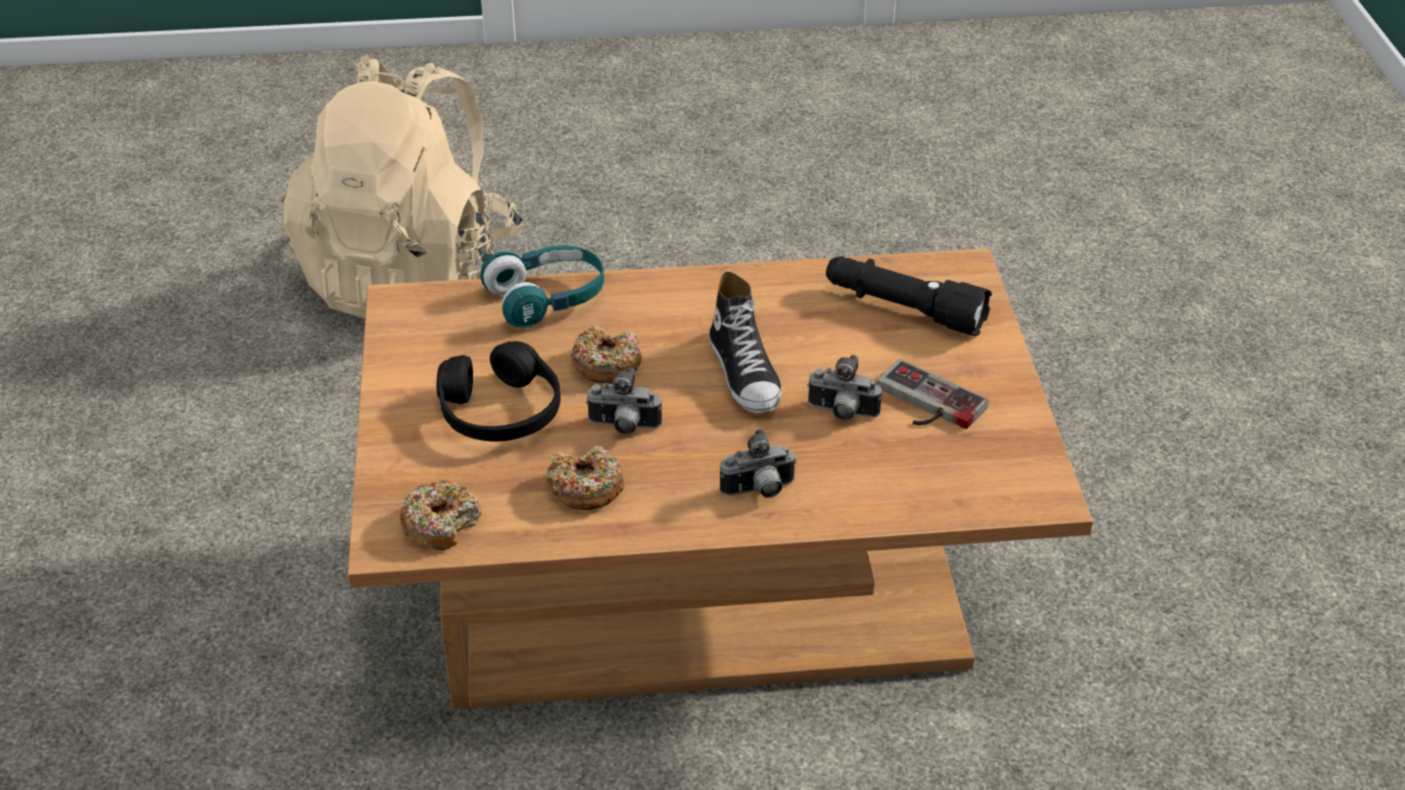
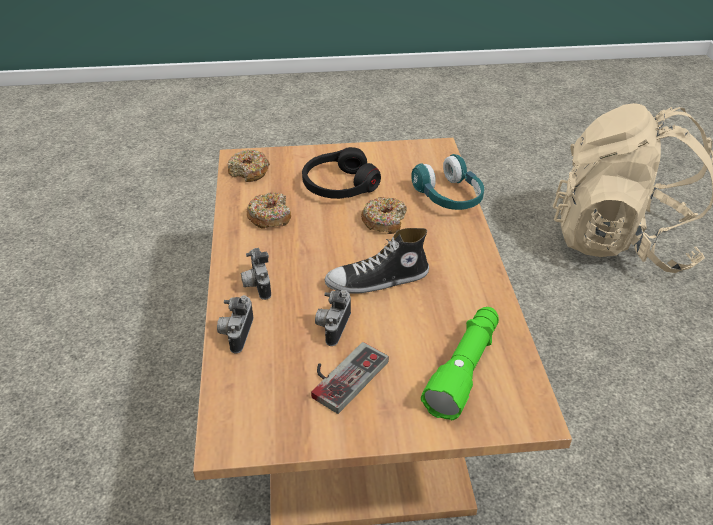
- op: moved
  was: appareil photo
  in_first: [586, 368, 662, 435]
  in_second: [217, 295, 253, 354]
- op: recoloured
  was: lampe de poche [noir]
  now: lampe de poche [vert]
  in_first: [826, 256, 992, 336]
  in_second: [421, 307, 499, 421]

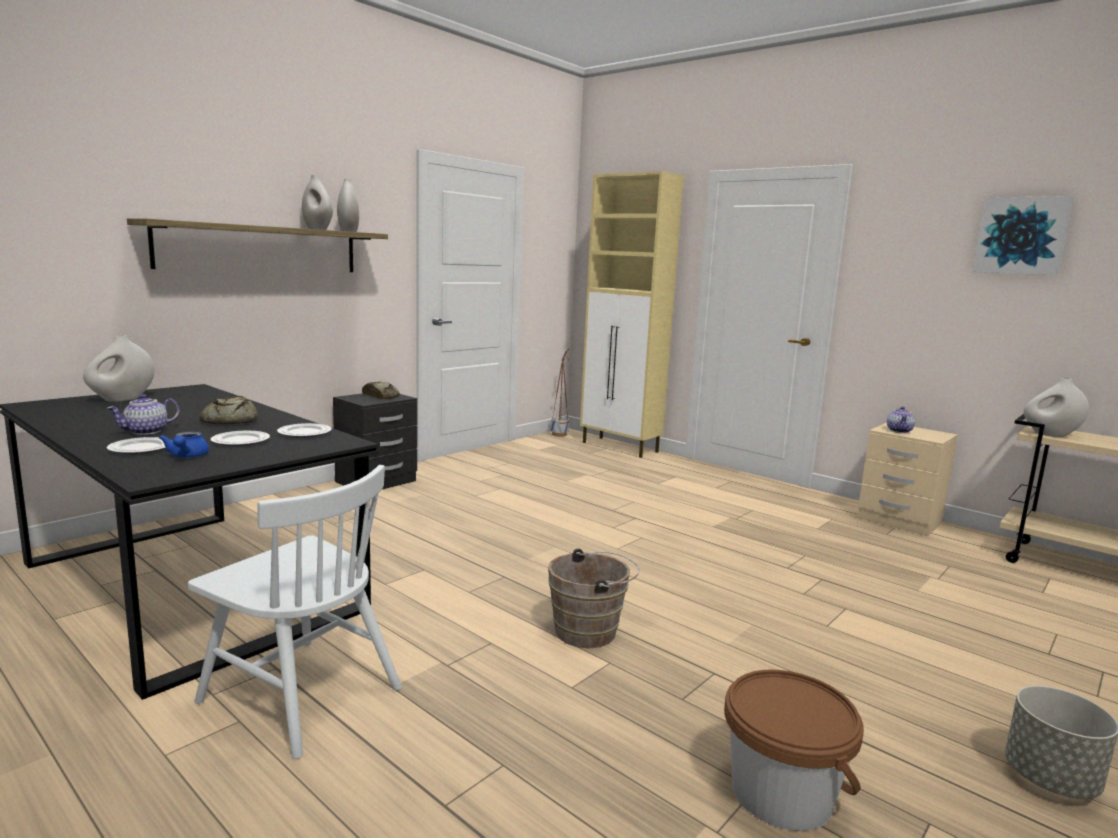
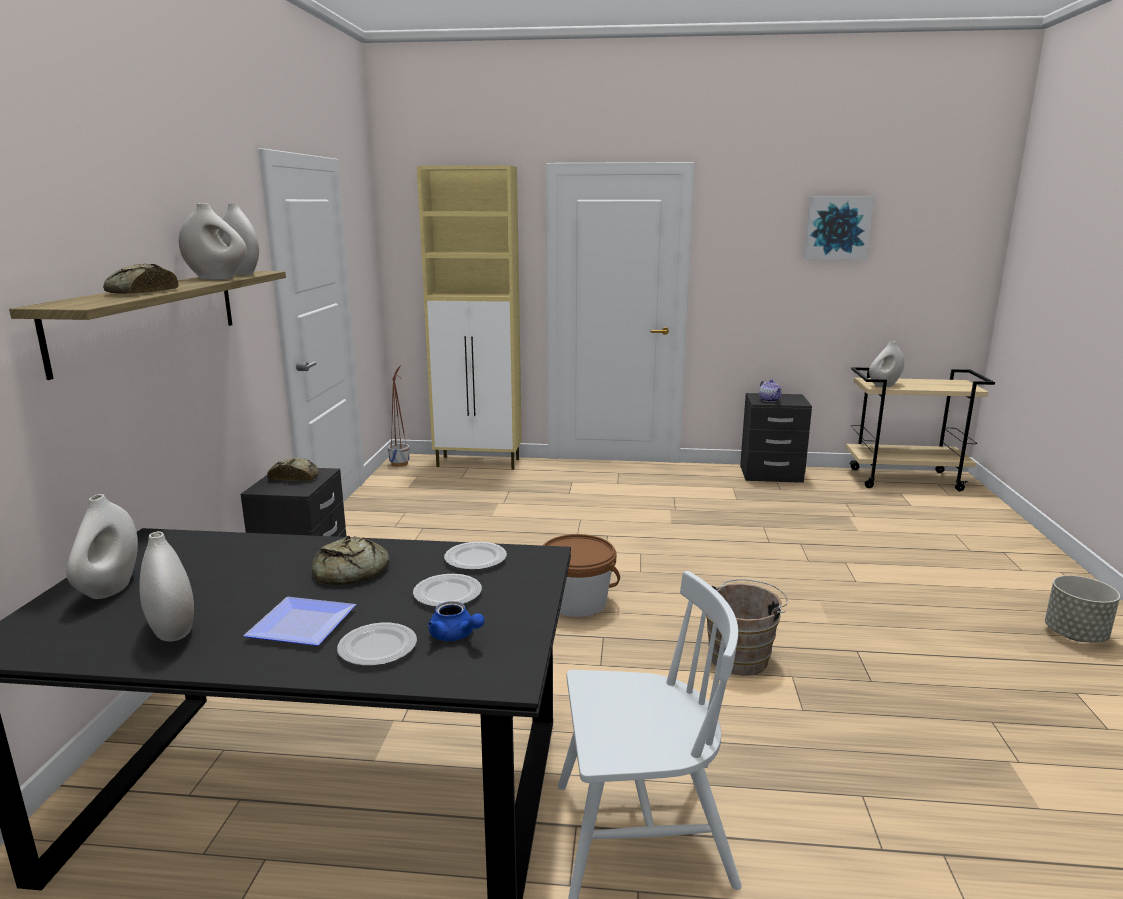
- op: added
  now: pain
  in_second: [103, 264, 178, 294]
- op: added
  now: vase [blanc]
  in_second: [139, 531, 194, 641]
- op: replaced
  was: théière
  now: assiette
  in_first: [107, 394, 180, 435]
  in_second: [243, 597, 356, 646]
- op: moved
  was: seau [marron]
  in_first: [724, 669, 864, 831]
  in_second: [543, 534, 620, 617]
- op: recoloured
  was: table de chevet [beige]
  now: table de chevet [noir]
  in_first: [857, 423, 958, 536]
  in_second: [740, 393, 812, 483]

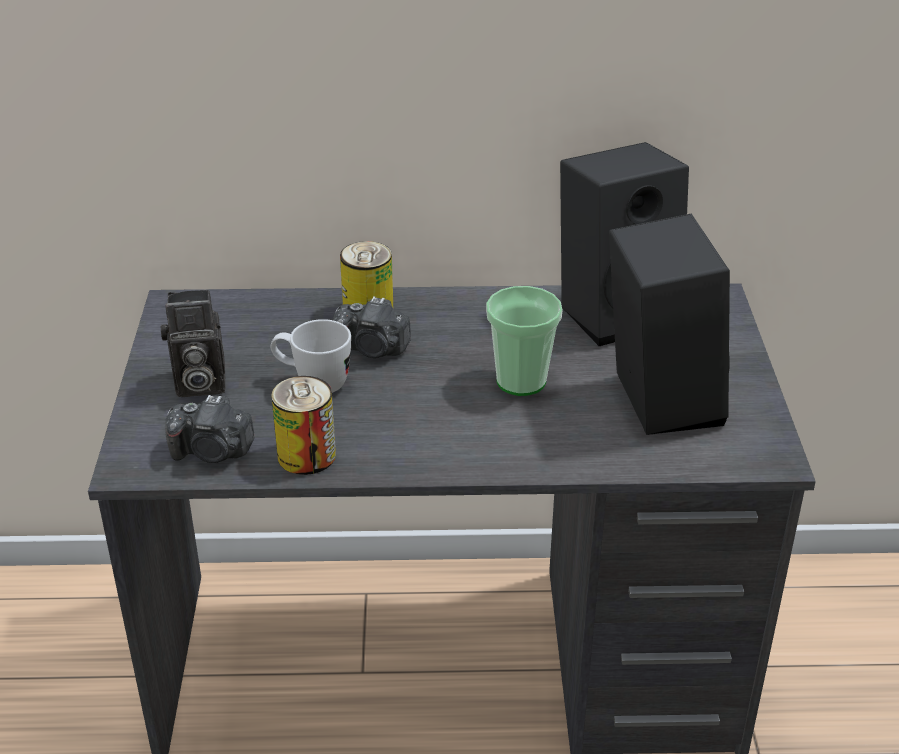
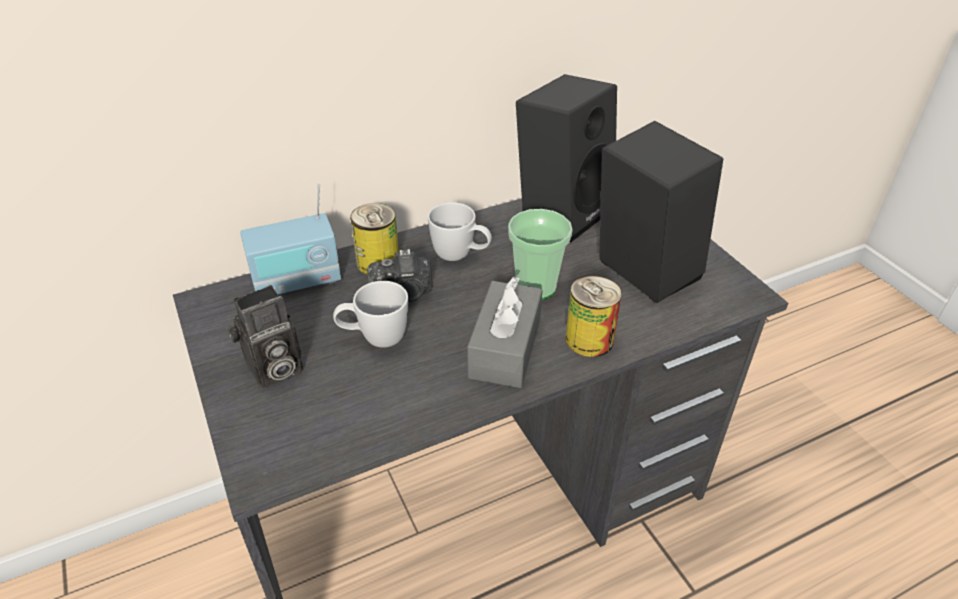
- op: added
  now: radio
  in_second: [240, 183, 341, 294]
- op: added
  now: mug [blanc]
  in_second: [428, 202, 492, 261]
- op: added
  now: boîte à mouchoirs [gris]
  in_second: [467, 277, 543, 388]
- op: moved
  was: boîte métallique
  in_first: [271, 376, 336, 475]
  in_second: [565, 275, 622, 357]
- op: removed
  was: appareil photo
  in_first: [165, 395, 255, 463]

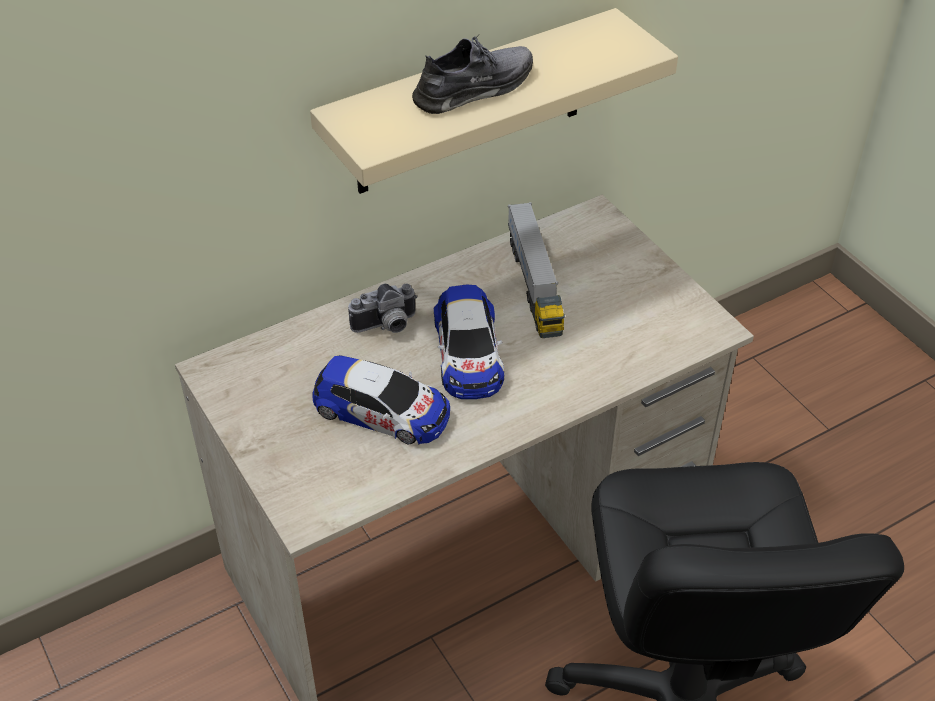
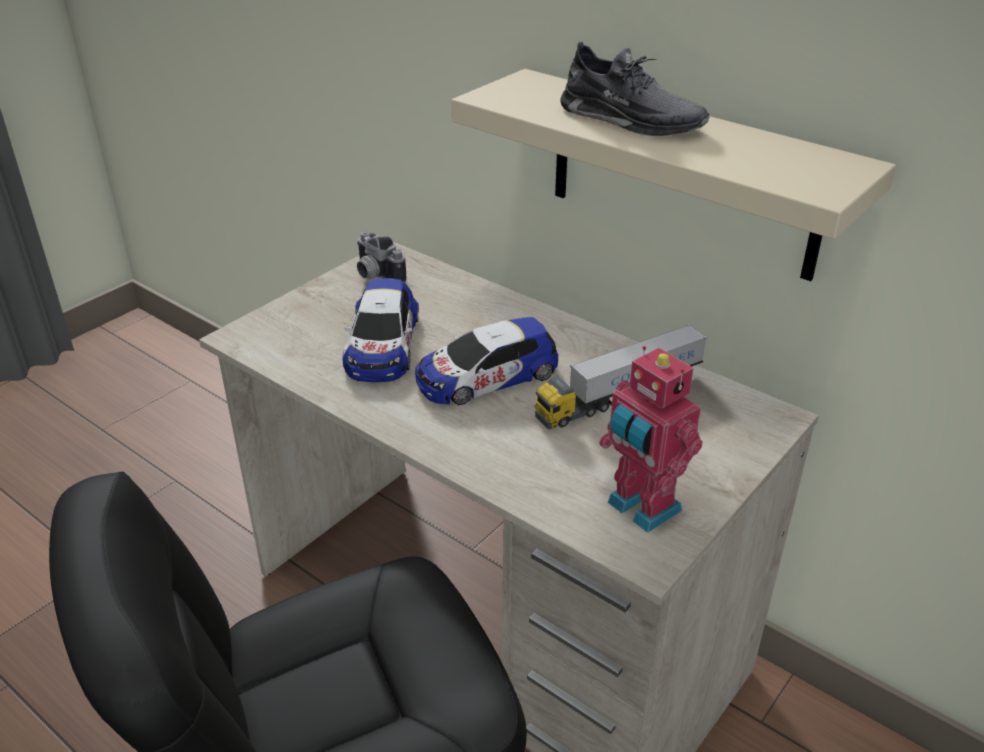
- op: moved
  was: appareil photo
  in_first: [348, 283, 418, 333]
  in_second: [357, 232, 407, 283]
- op: added
  now: robot jouet
  in_second: [599, 346, 703, 533]

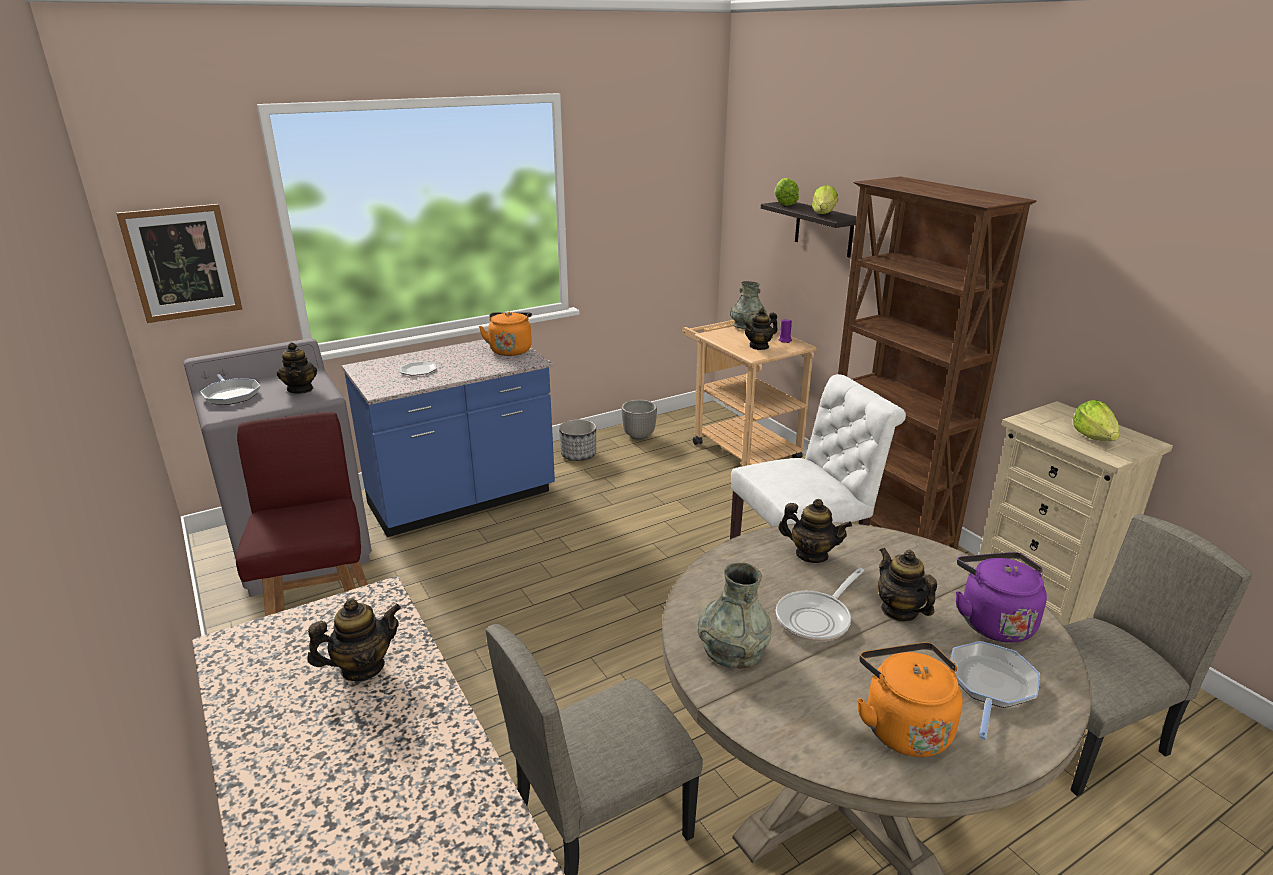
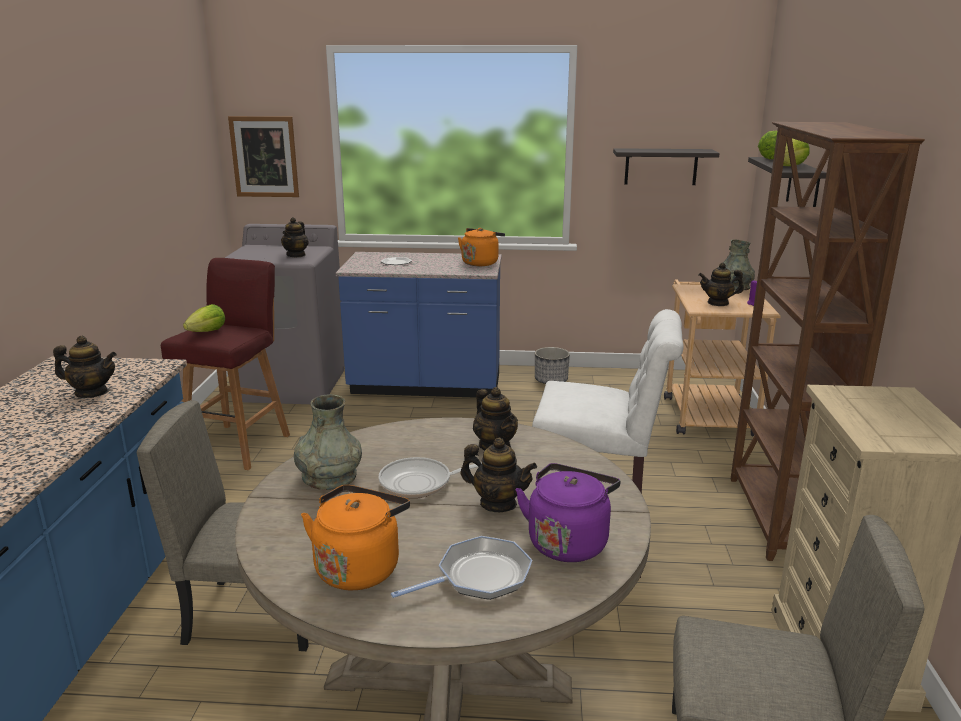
- op: moved
  was: laitue
  in_first: [1073, 400, 1120, 441]
  in_second: [183, 304, 225, 332]
- op: turned
  was: théière
  in_first: [878, 548, 937, 622]
  in_second: [460, 438, 537, 512]
  clockwise: 105
- op: added
  now: étagère
  in_second: [613, 148, 720, 185]
- op: removed
  was: poêle
  in_first: [200, 374, 260, 405]
- op: removed
  was: cache-pot
  in_first: [621, 400, 657, 440]

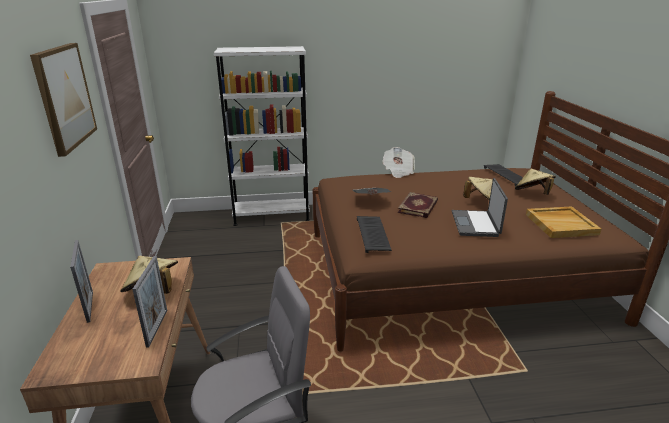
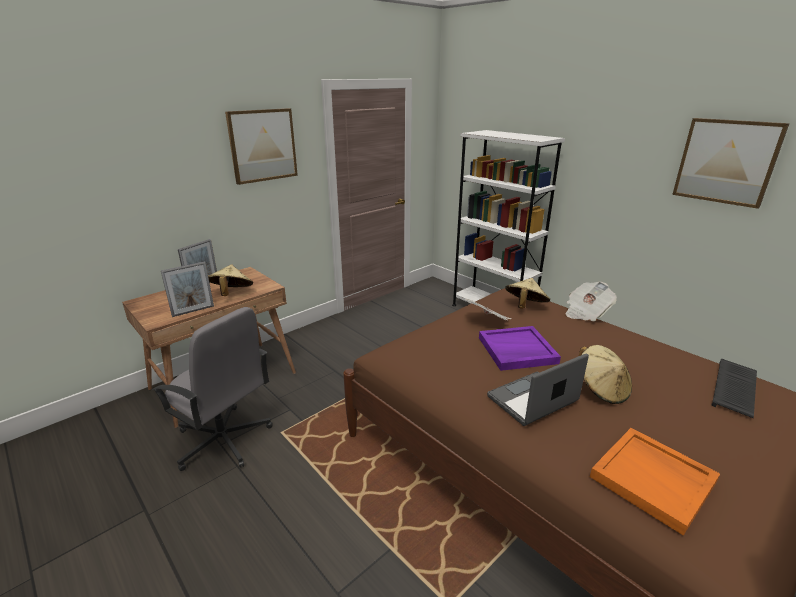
- op: replaced
  was: livre
  now: plateau [violet]
  in_first: [398, 192, 438, 218]
  in_second: [479, 326, 561, 371]
- op: moved
  was: chapeau [beige]
  in_first: [515, 168, 556, 195]
  in_second: [505, 278, 550, 309]
- op: recoloured
  was: plateau [beige]
  now: plateau [orange]
  in_first: [526, 206, 601, 238]
  in_second: [590, 428, 720, 536]
- op: added
  now: tableau
  in_second: [672, 118, 790, 209]
- op: removed
  was: clavier
  in_first: [357, 216, 392, 253]

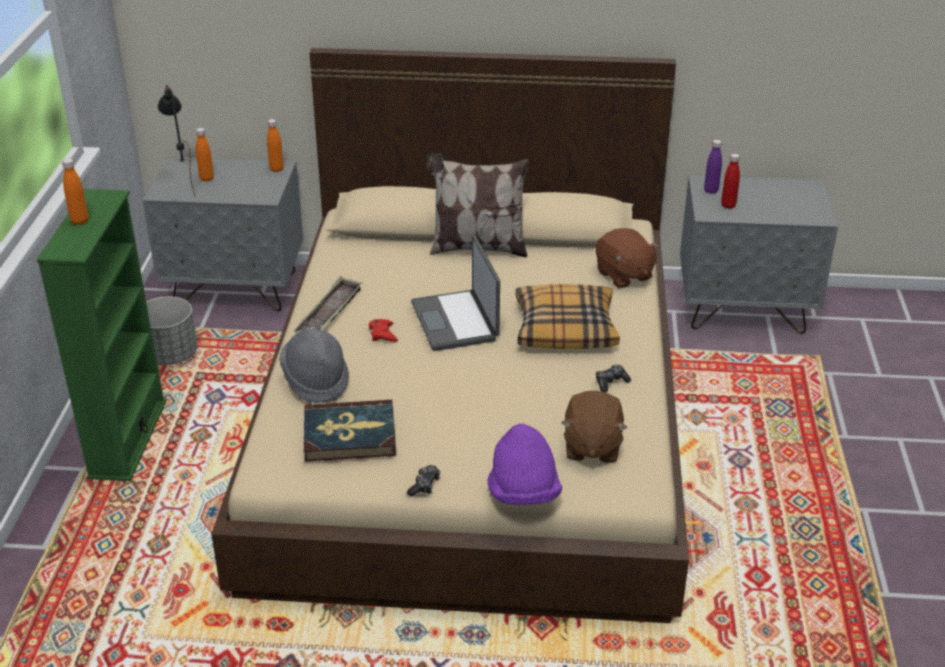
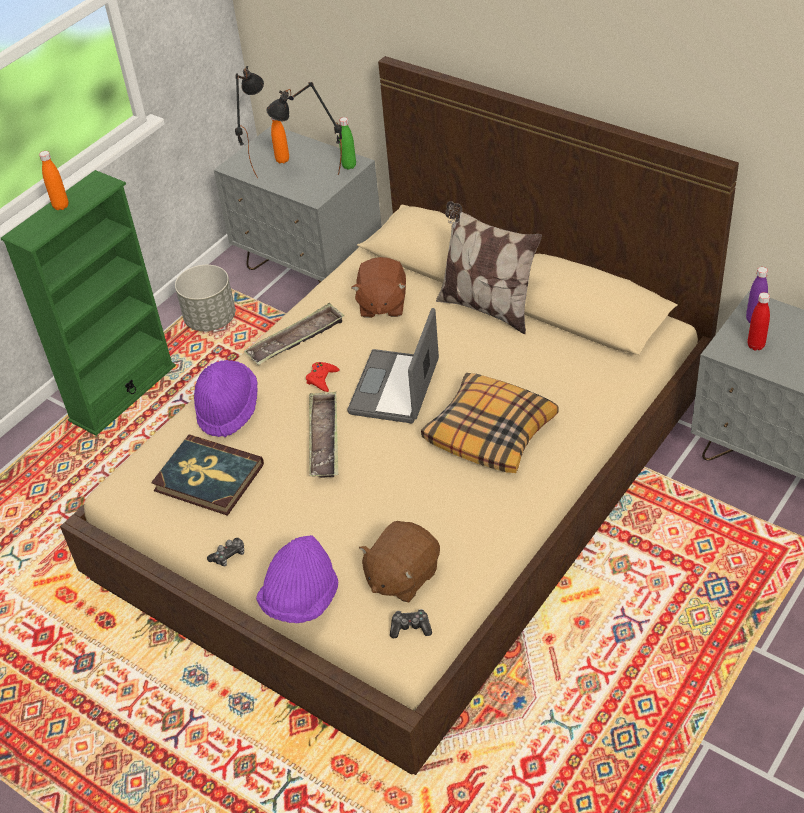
- op: recoloured
  was: chapeau [gris]
  now: chapeau [violet]
  in_first: [279, 329, 349, 403]
  in_second: [194, 360, 258, 437]
- op: added
  now: lampe de table [noir]
  in_second: [266, 82, 342, 173]
- op: added
  now: plateau
  in_second: [309, 392, 338, 478]
- op: recoloured
  was: bouteille [orange]
  now: bouteille [vert]
  in_first: [267, 119, 284, 172]
  in_second: [339, 117, 356, 170]
- op: moved
  was: peluche [marron]
  in_first: [595, 228, 659, 288]
  in_second: [351, 257, 406, 318]
- op: moved
  was: manette
  in_first: [596, 365, 631, 392]
  in_second: [390, 609, 432, 638]

